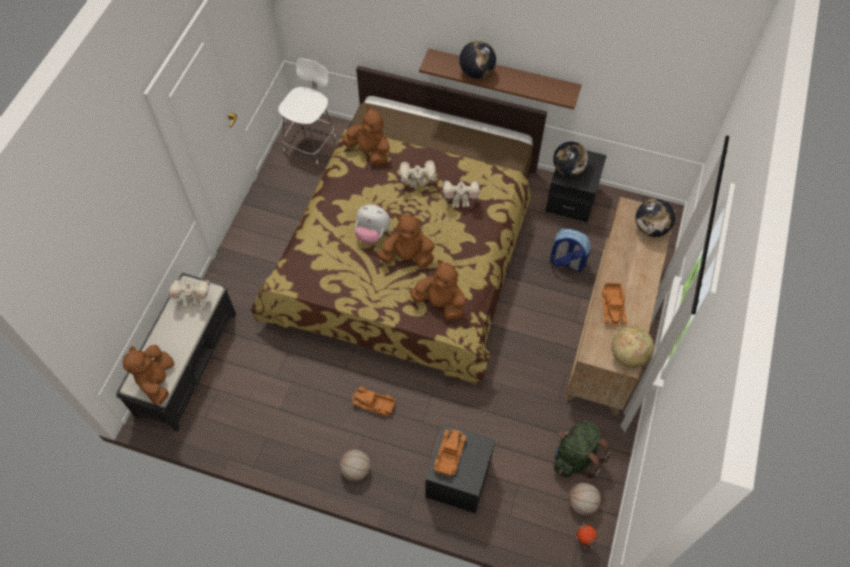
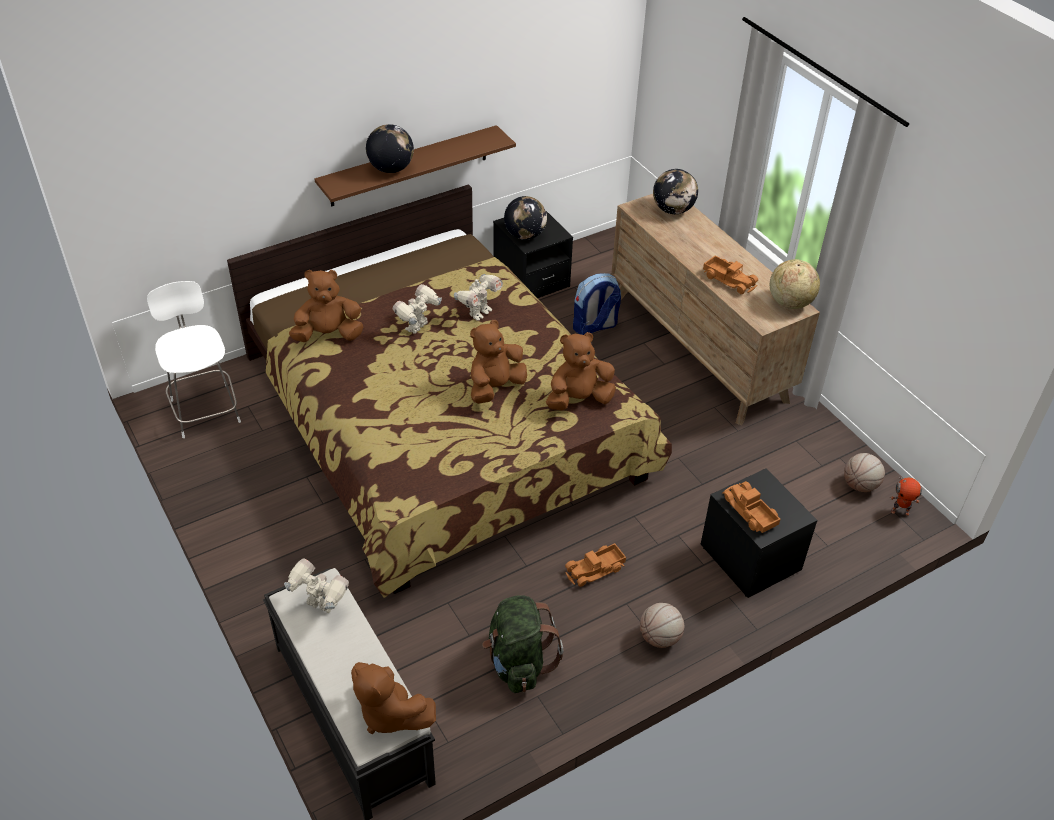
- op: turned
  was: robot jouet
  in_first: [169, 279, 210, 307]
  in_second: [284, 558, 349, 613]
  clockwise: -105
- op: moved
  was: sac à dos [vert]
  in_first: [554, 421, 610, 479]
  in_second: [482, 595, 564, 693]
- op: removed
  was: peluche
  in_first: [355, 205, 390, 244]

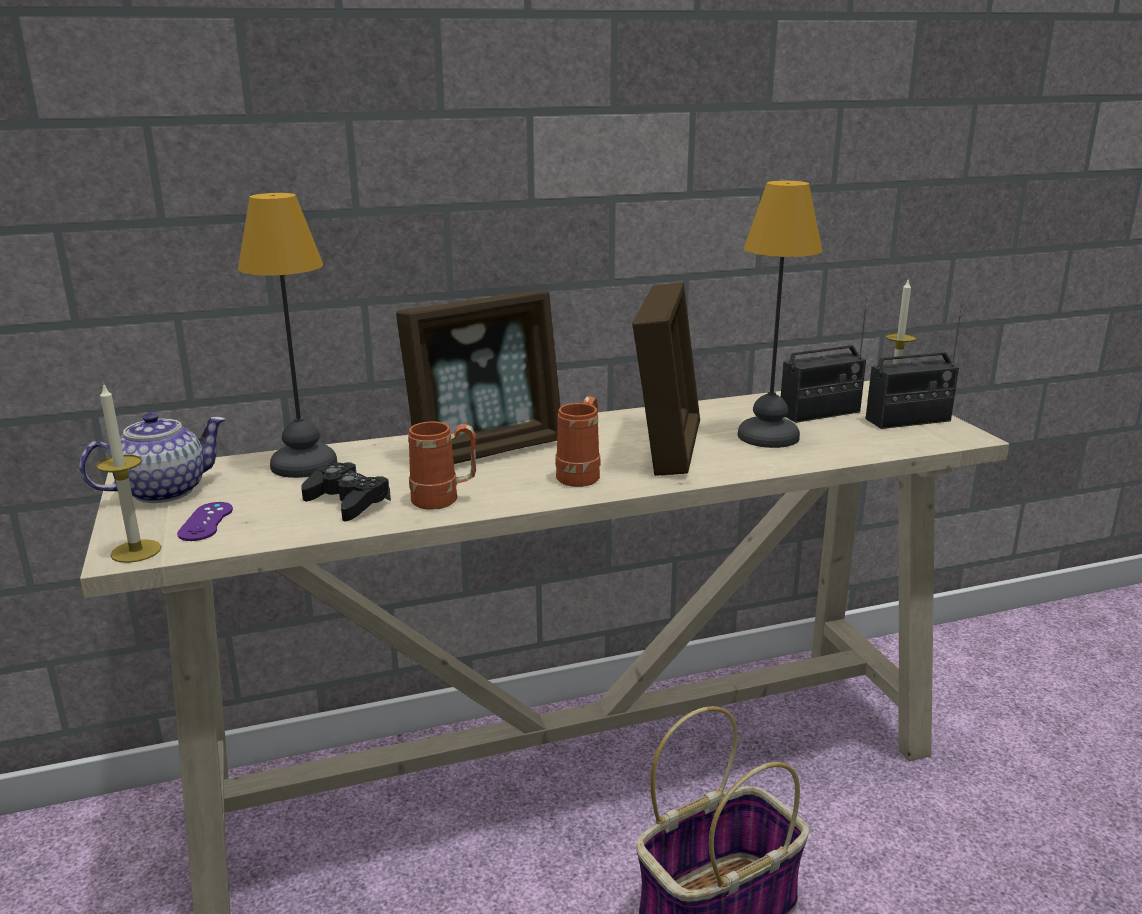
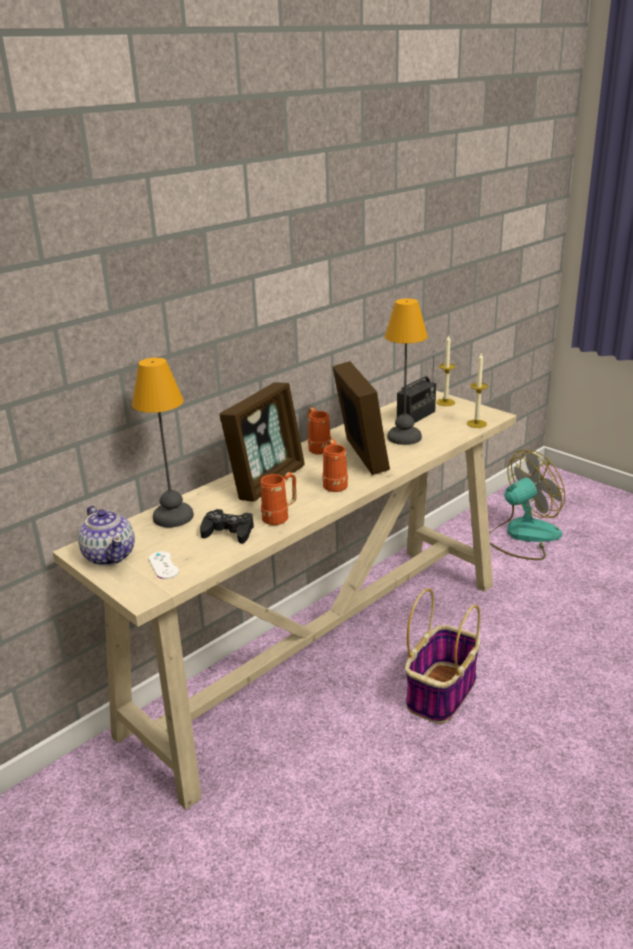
- op: turned
  was: théière
  in_first: [79, 412, 226, 503]
  in_second: [78, 506, 135, 566]
  clockwise: 120
- op: recoloured
  was: manette [violet]
  now: manette [blanc]
  in_first: [177, 502, 233, 541]
  in_second: [149, 551, 179, 579]
- op: added
  now: mug [orange]
  in_second: [308, 407, 331, 455]
- op: moved
  was: bougie
  in_first: [96, 383, 162, 563]
  in_second: [467, 353, 488, 428]
- op: added
  now: ventilateur
  in_second: [489, 450, 565, 560]
- op: removed
  was: radio
  in_first: [866, 304, 962, 429]

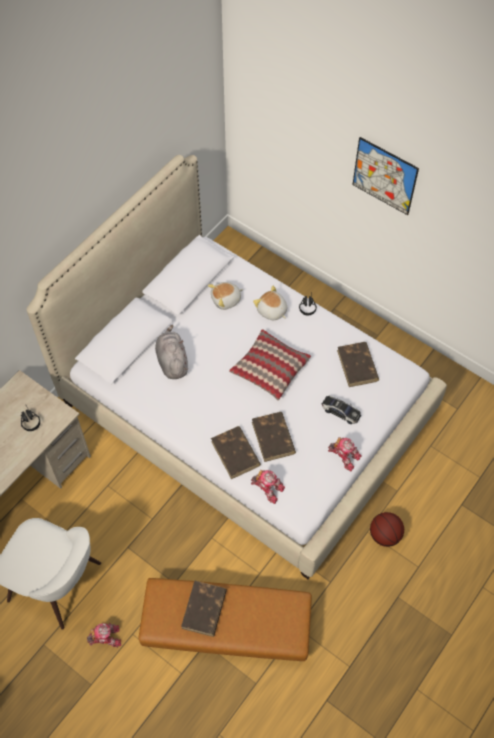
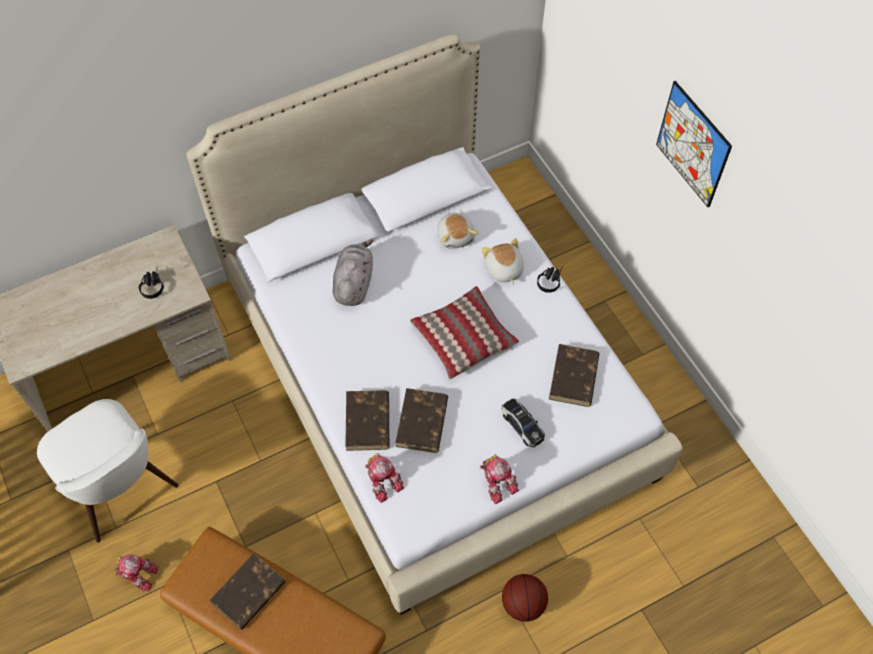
- op: turned
  was: peluche
  in_first: [208, 282, 243, 310]
  in_second: [437, 213, 478, 249]
  clockwise: -105

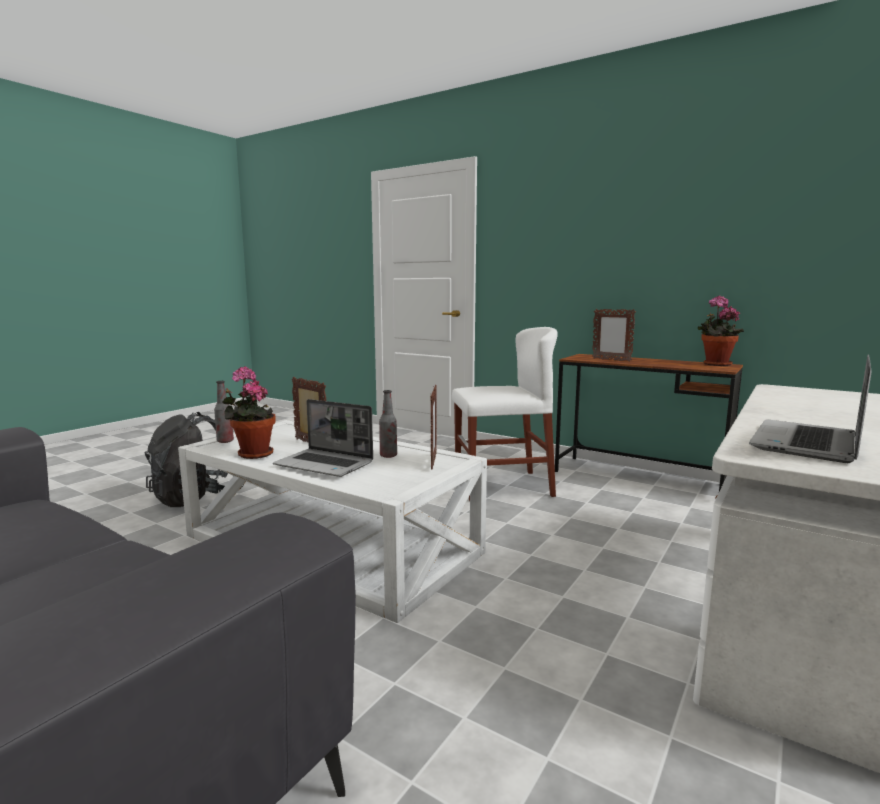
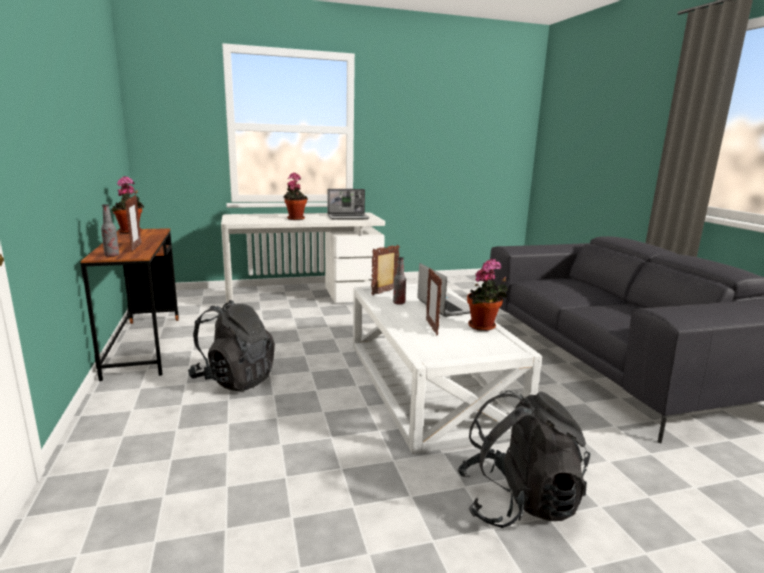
- op: moved
  was: bouteille
  in_first: [214, 381, 234, 443]
  in_second: [101, 204, 119, 257]
- op: replaced
  was: chaise [blanc]
  now: sac à dos [noir]
  in_first: [452, 327, 558, 501]
  in_second: [188, 300, 275, 391]
- op: added
  now: plante en pot
  in_second: [283, 172, 308, 220]

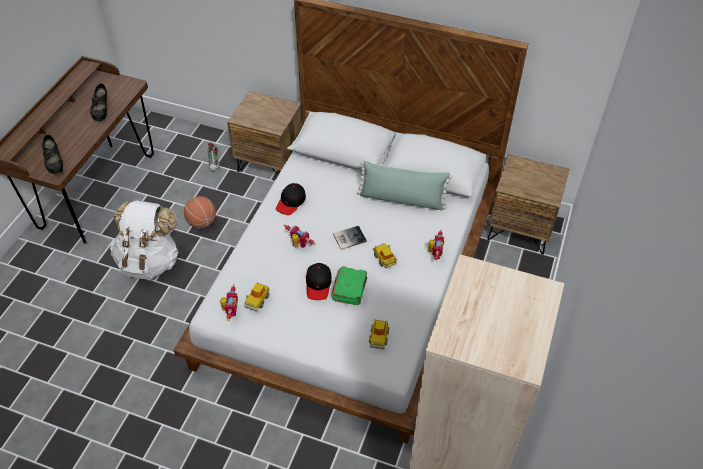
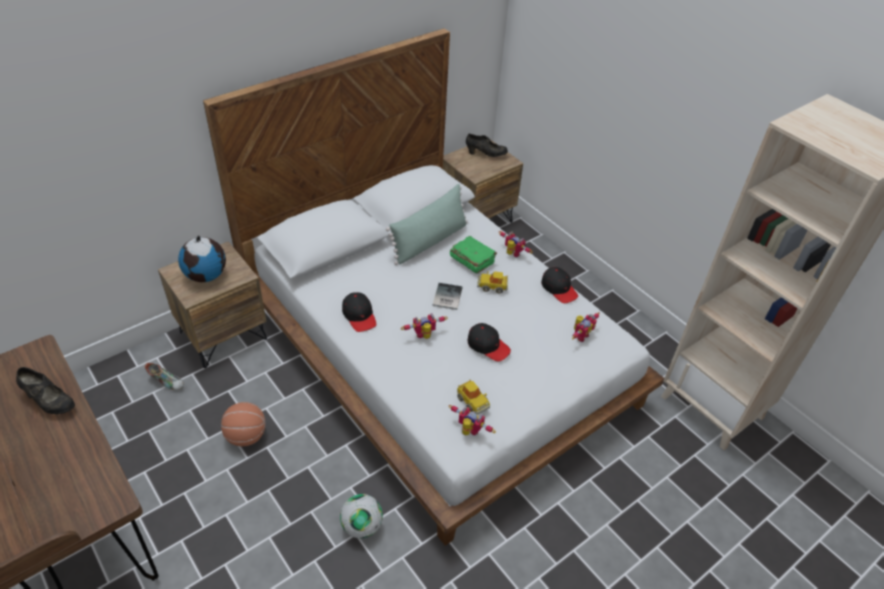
- op: added
  now: globe
  in_second: [178, 236, 226, 282]
- op: added
  now: ballon de foot
  in_second: [340, 494, 383, 538]
- op: moved
  was: livre [vert]
  in_first: [332, 266, 367, 305]
  in_second: [450, 236, 497, 274]
- op: moved
  was: chaussure [noir]
  in_first: [42, 135, 63, 174]
  in_second: [466, 134, 508, 157]
- op: added
  now: casquette [noir]
  in_second: [541, 267, 578, 303]
- op: replaced
  was: petite voiture
  now: robot jouet
  in_first: [369, 319, 389, 349]
  in_second: [572, 312, 599, 342]
- op: removed
  was: sac à dos [blanc]
  in_first: [110, 201, 179, 280]

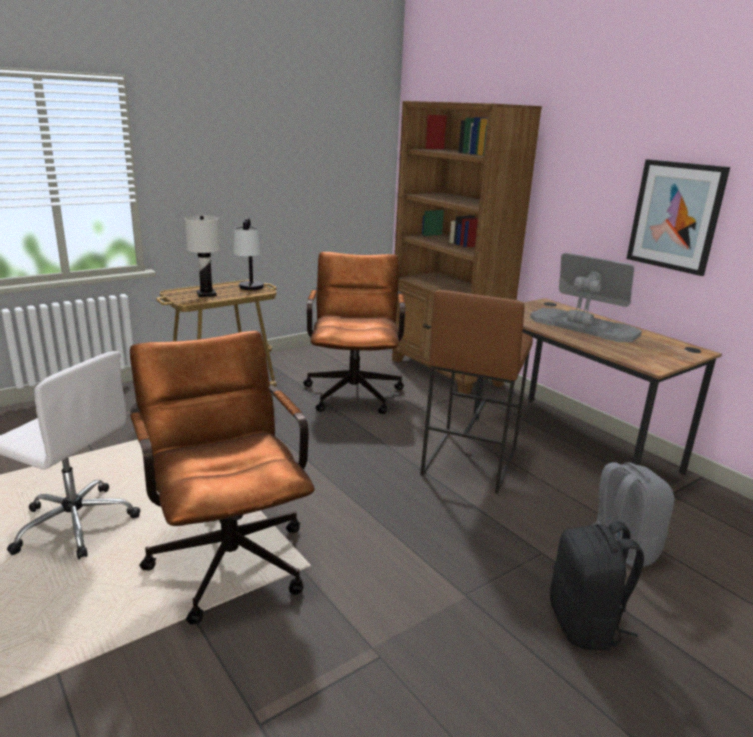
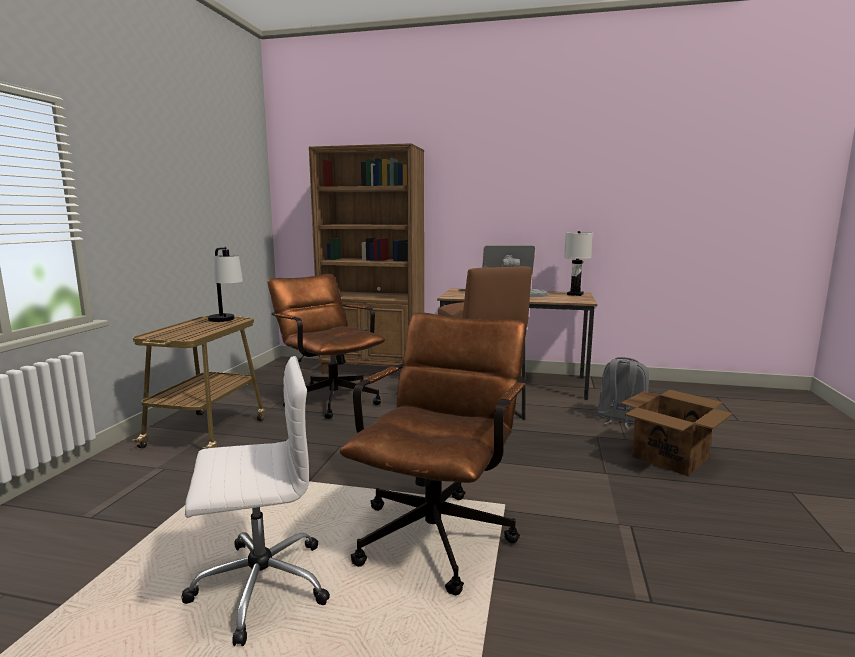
- op: turned
  was: chaise de bureau [marron]
  in_first: [130, 331, 315, 624]
  in_second: [340, 313, 527, 595]
  clockwise: 90
- op: moved
  was: lampe de table [blanc]
  in_first: [185, 215, 221, 297]
  in_second: [564, 231, 593, 296]
- op: replaced
  was: sac à dos [noir]
  now: carton
  in_first: [550, 521, 644, 650]
  in_second: [621, 390, 733, 476]
- op: removed
  was: tableau
  in_first: [626, 159, 730, 276]

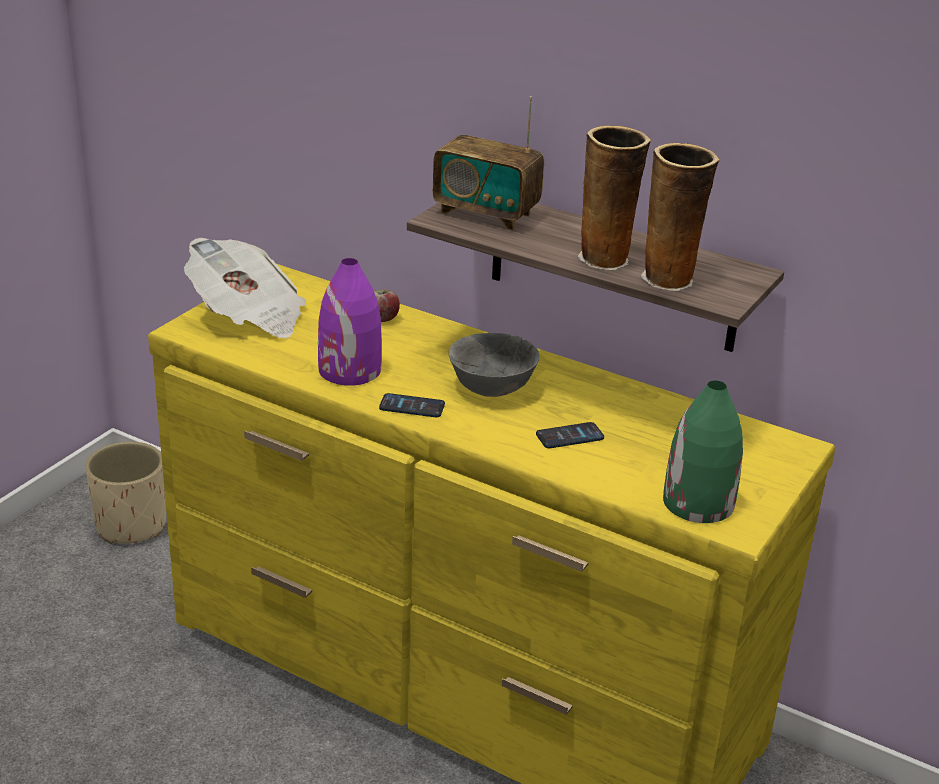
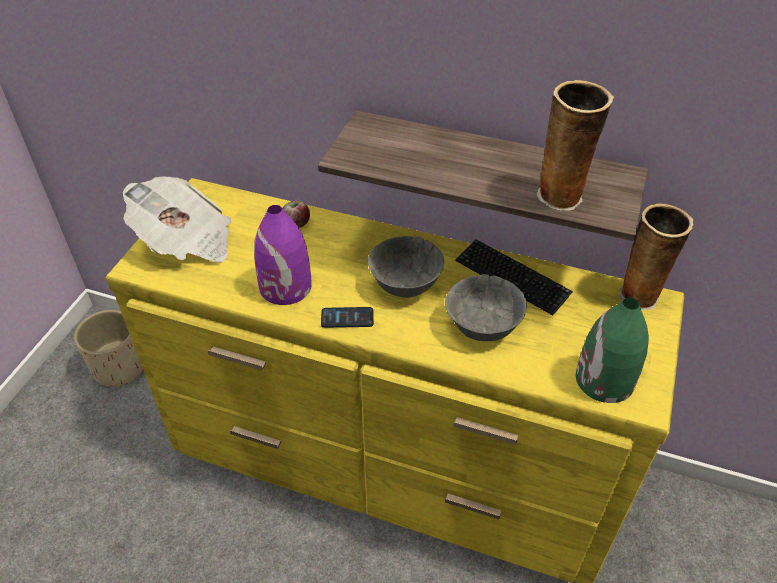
- op: replaced
  was: téléphone
  now: bol [gris]
  in_first: [536, 422, 604, 448]
  in_second: [445, 274, 527, 341]
- op: added
  now: clavier
  in_second: [456, 239, 573, 315]
- op: moved
  was: vase
  in_first: [578, 126, 651, 270]
  in_second: [619, 203, 694, 310]
- op: removed
  was: radio
  in_first: [433, 97, 544, 230]

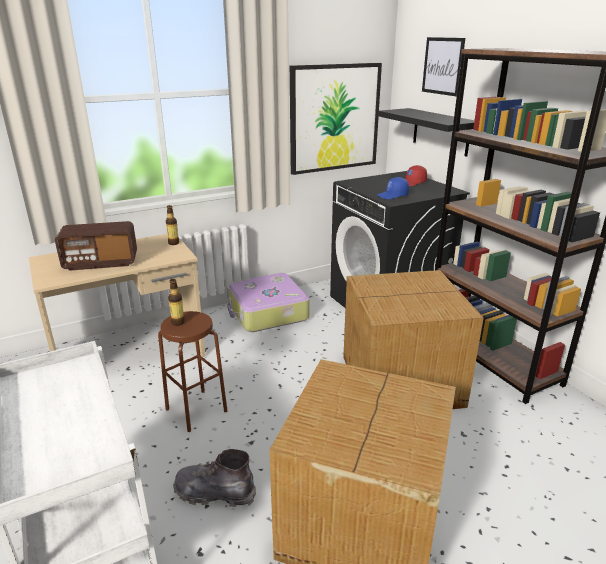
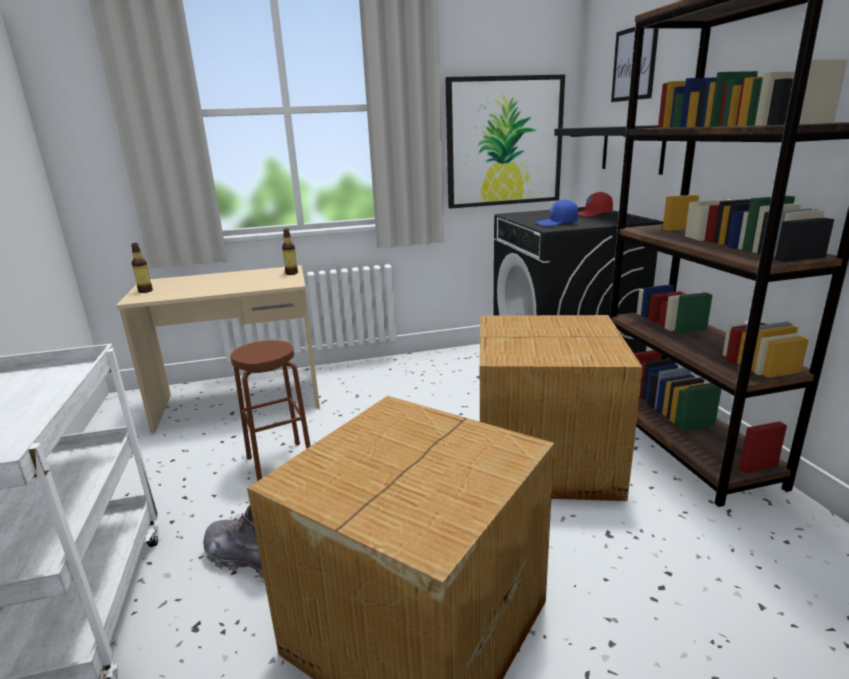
- op: moved
  was: bouteille
  in_first: [168, 279, 185, 326]
  in_second: [131, 243, 153, 293]
- op: removed
  was: radio
  in_first: [55, 221, 137, 271]
- op: removed
  was: valise
  in_first: [226, 273, 310, 332]

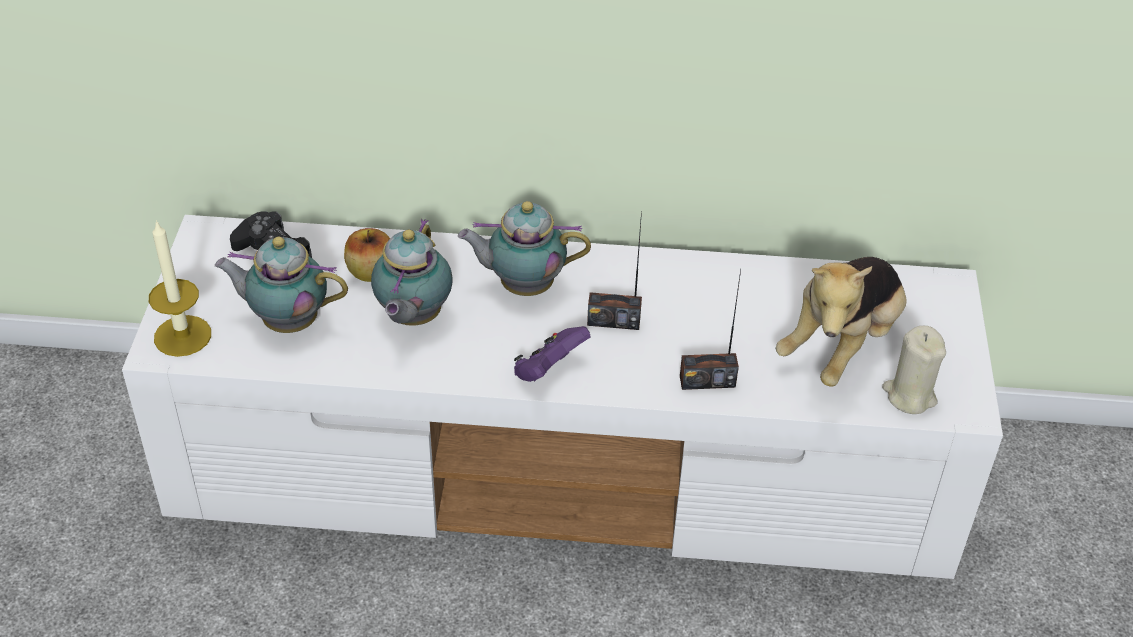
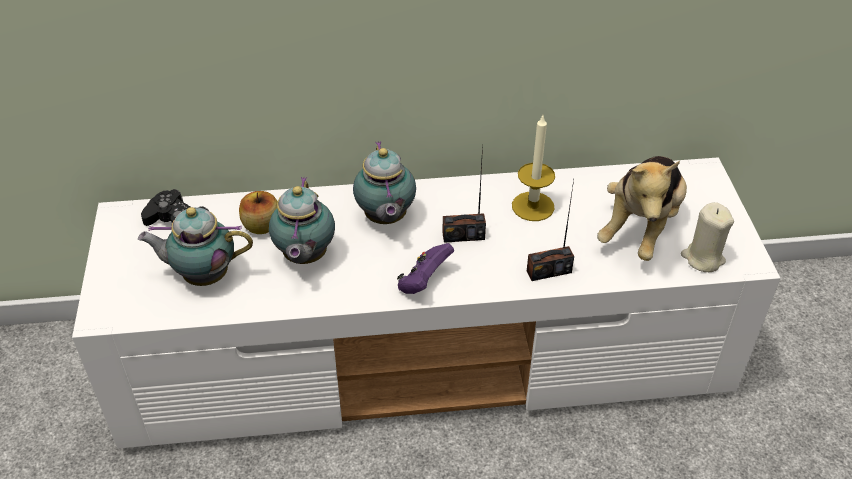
- op: turned
  was: théière
  in_first: [458, 201, 591, 296]
  in_second: [353, 141, 416, 224]
  clockwise: -90
- op: moved
  was: bougie
  in_first: [149, 220, 211, 357]
  in_second: [512, 115, 555, 221]

